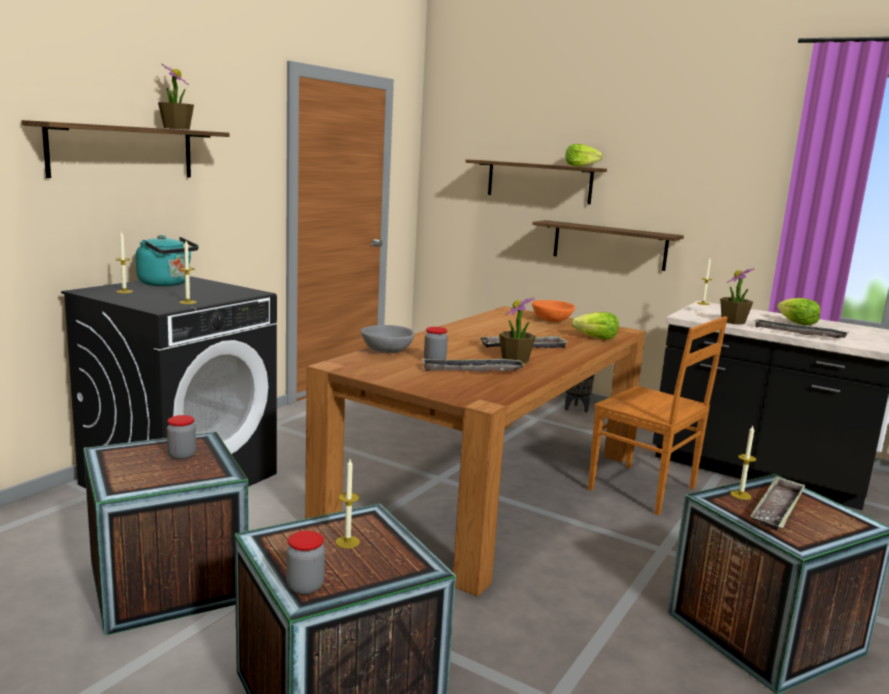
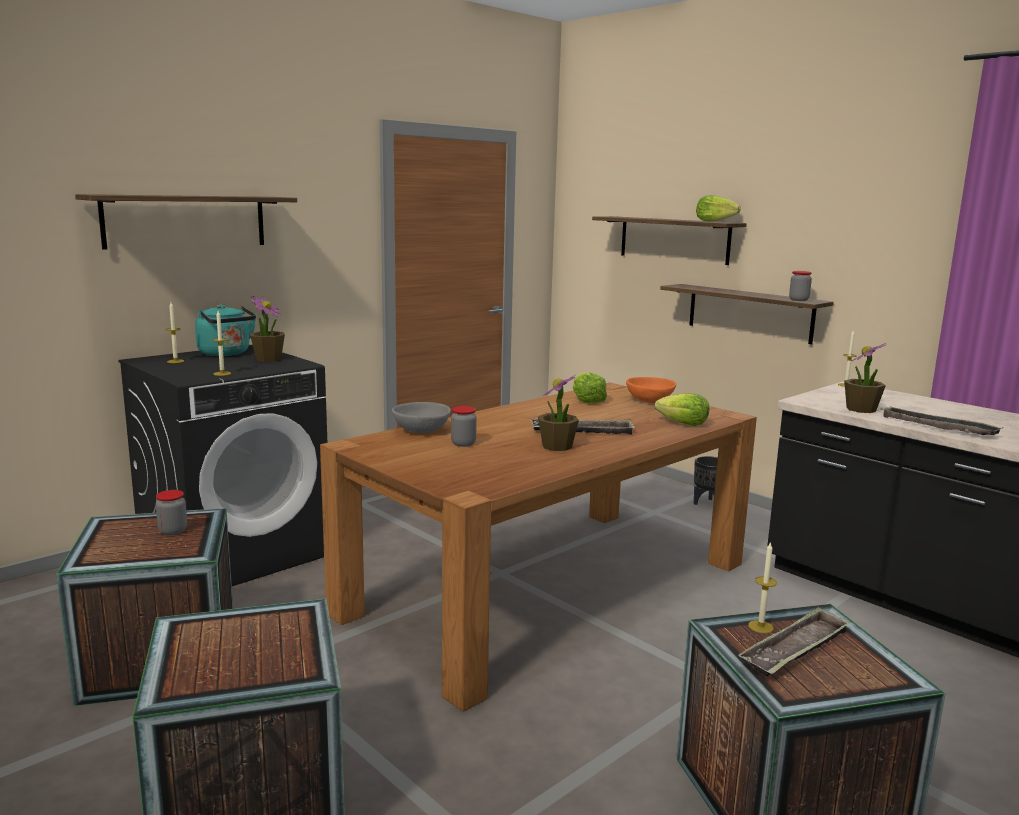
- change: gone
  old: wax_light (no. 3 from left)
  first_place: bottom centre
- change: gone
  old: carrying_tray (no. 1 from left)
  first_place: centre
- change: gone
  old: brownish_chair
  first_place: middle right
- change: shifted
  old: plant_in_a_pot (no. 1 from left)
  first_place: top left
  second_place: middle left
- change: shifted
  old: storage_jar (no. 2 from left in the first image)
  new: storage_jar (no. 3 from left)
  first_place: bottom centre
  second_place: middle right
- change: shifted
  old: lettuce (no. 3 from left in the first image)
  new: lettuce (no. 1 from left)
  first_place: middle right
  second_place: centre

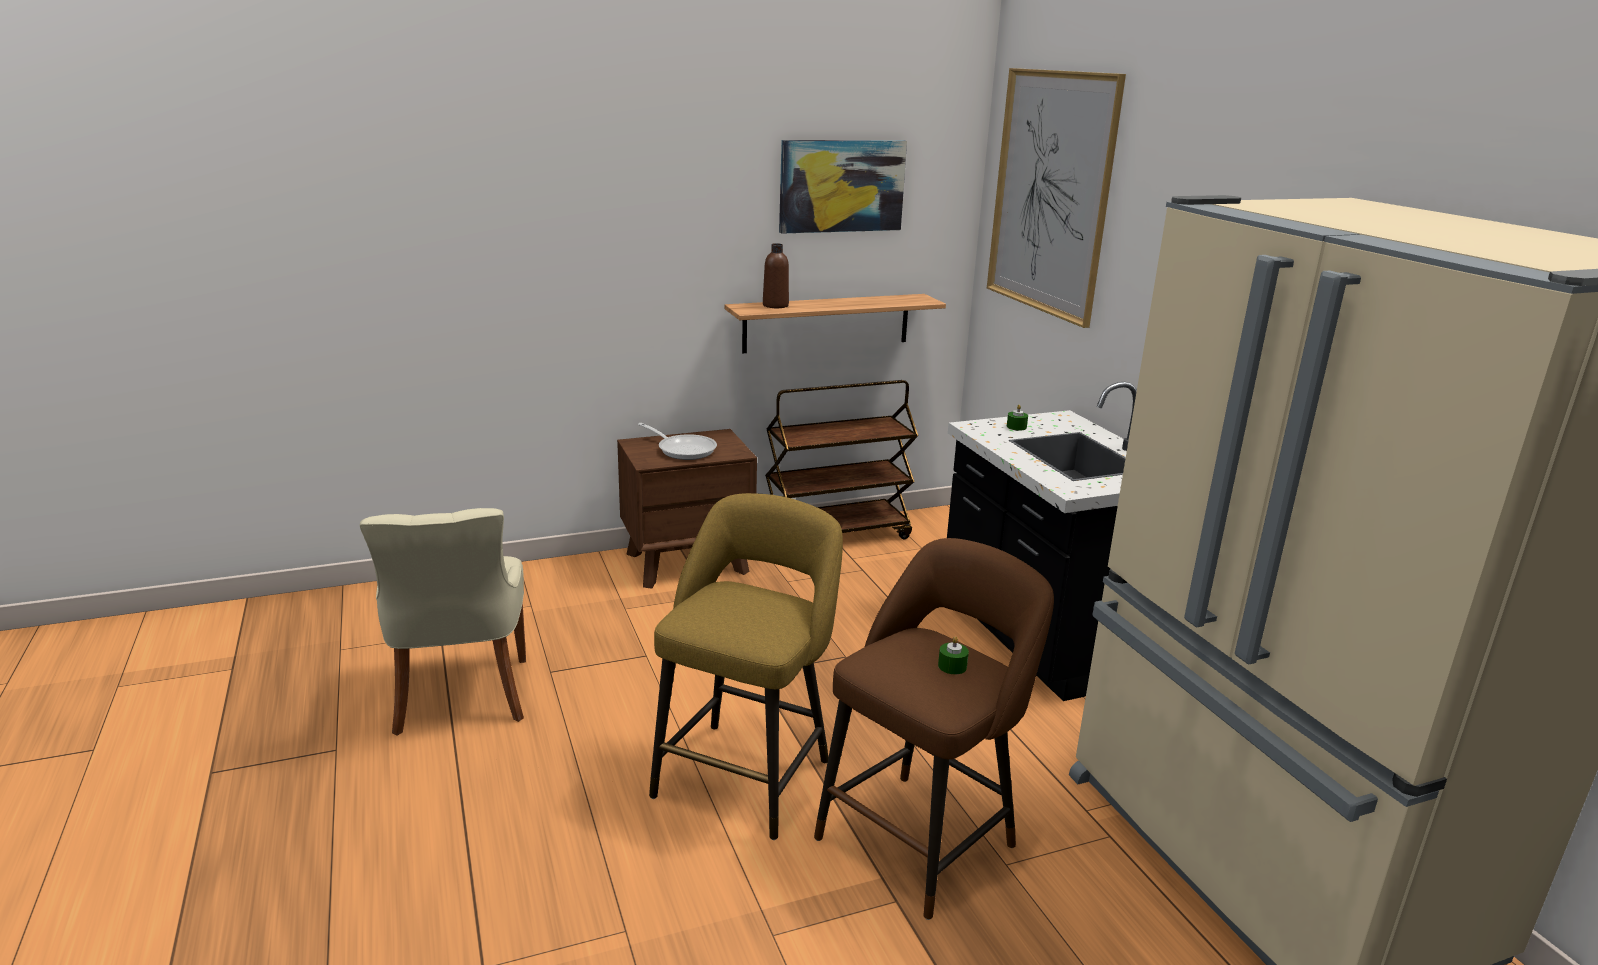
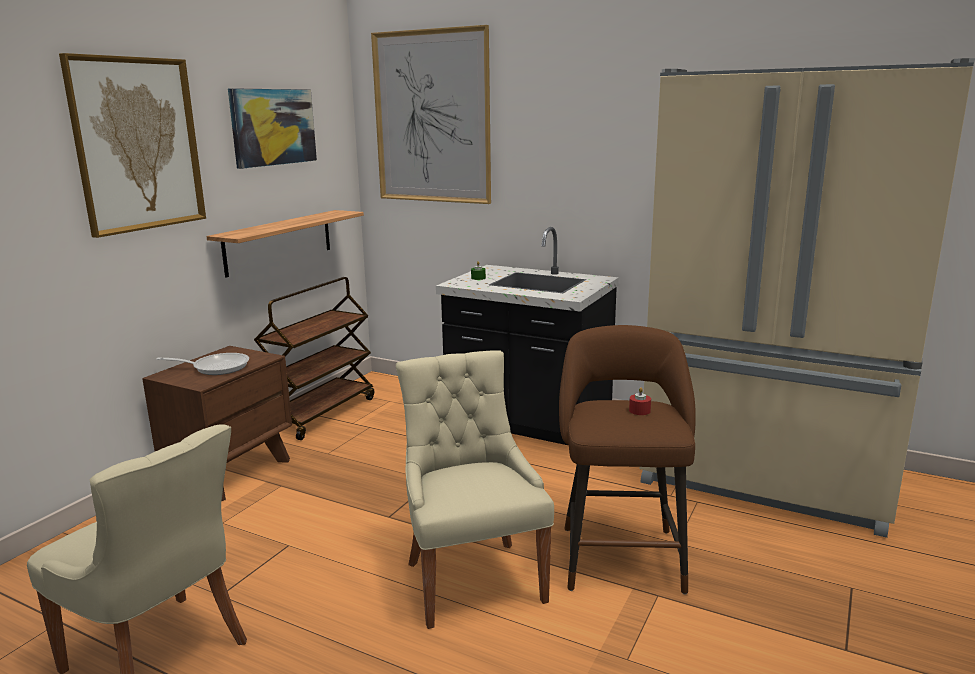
- change: gone
  old: brownish_beverage_bottle
  first_place: top centre
- change: new
  new: wall_picture (no. 1 from left)
  second_place: top left
- change: swapped
  old: yellowish_sitting_stool
  new: beige_chair (no. 2 from left)
  first_place: bottom centre
  second_place: bottom centre
- change: repainted
  old: green-coloured_wax_light (no. 1 from left)
  new: red-coloured_wax_light
  first_place: bottom centre
  second_place: centre

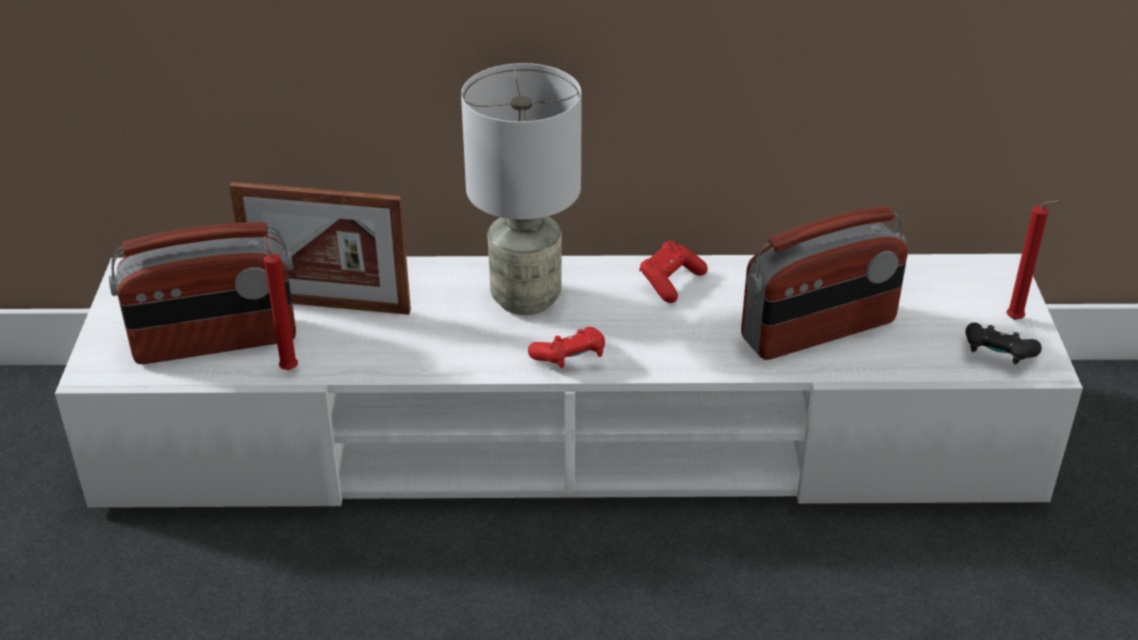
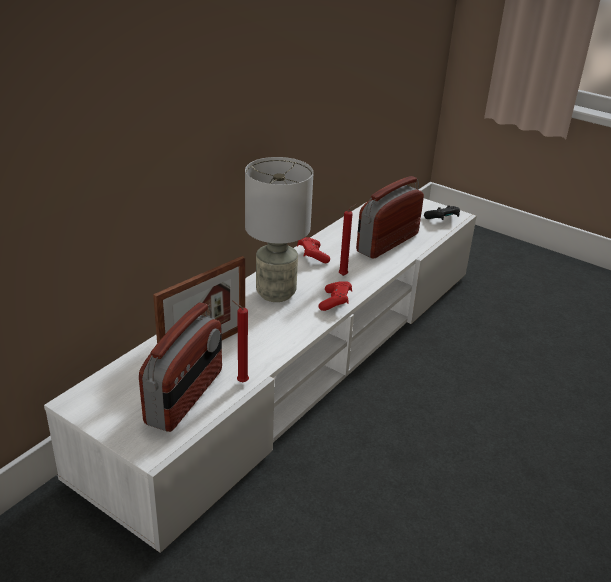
- change: shifted
  old: red-coloured_wax_light (no. 2 from left)
  first_place: middle right
  second_place: centre
- change: rotated
  old: radio_receiver (no. 2 from left)
  first_place: middle right
  second_place: centre
  degrees: -150

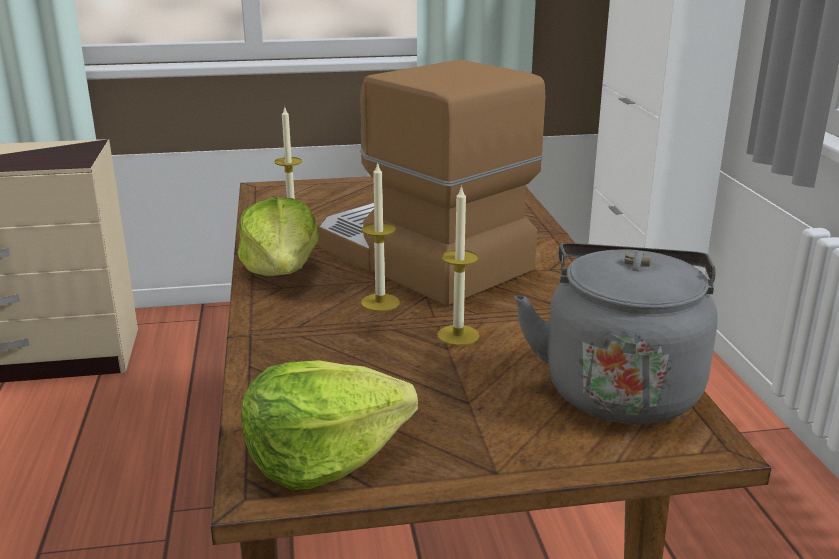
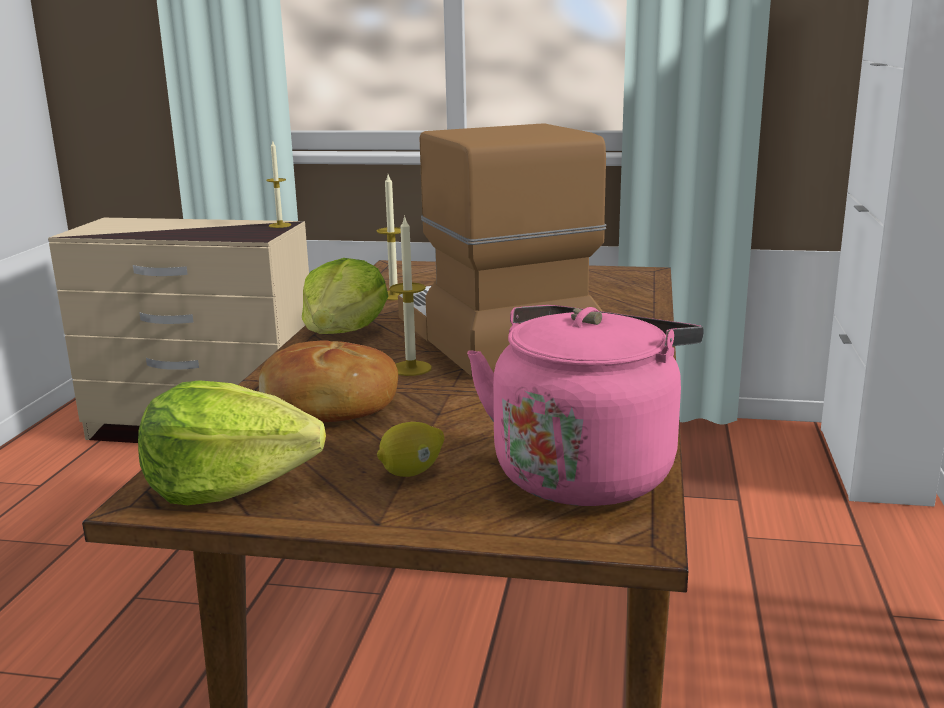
- change: new
  new: baked_bread
  second_place: centre
- change: new
  new: lemon
  second_place: centre
- change: shifted
  old: wax_light (no. 3 from left in the first image)
  new: wax_light (no. 1 from left)
  first_place: centre
  second_place: top left
- change: repainted
  old: greyish_water_kettle
  new: pinkish_water_kettle
  first_place: middle right
  second_place: centre

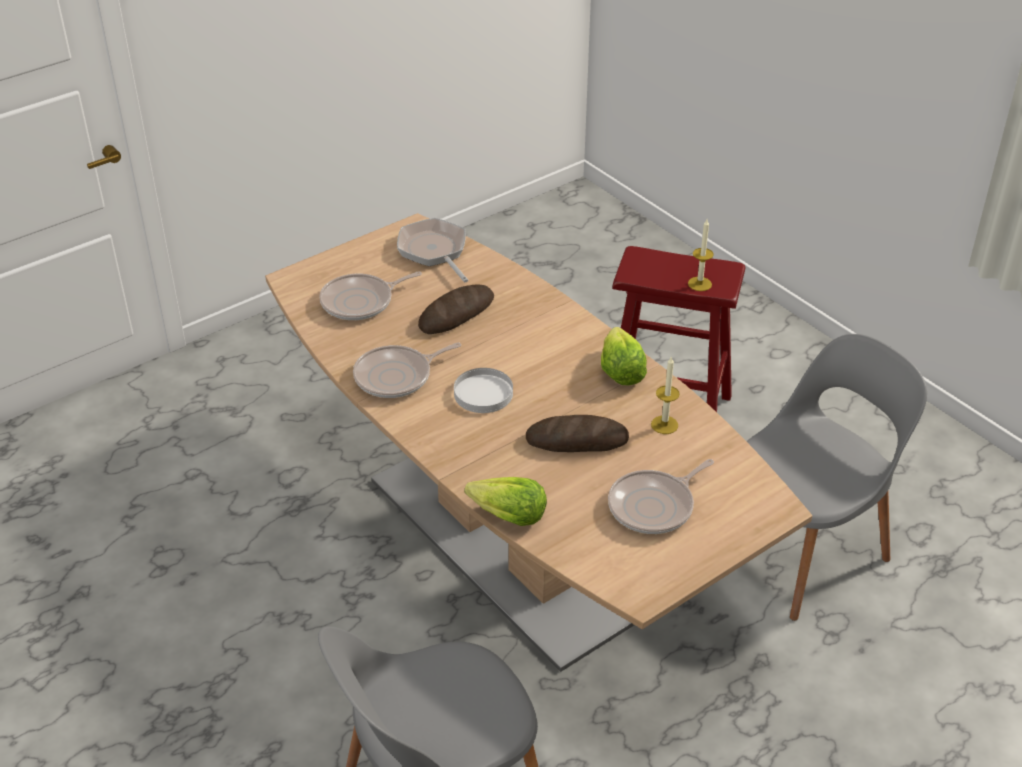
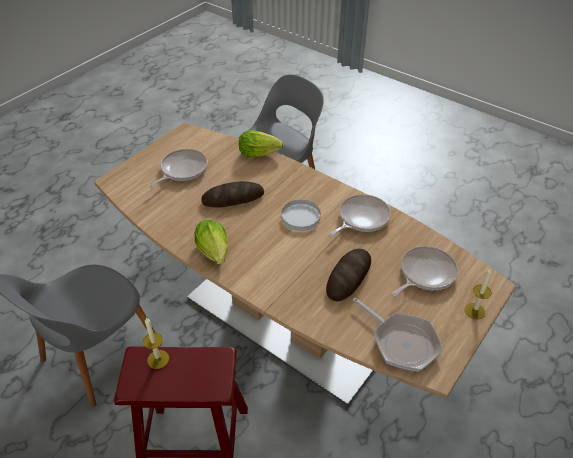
- change: shifted
  old: wax_light (no. 1 from left in the first image)
  new: wax_light (no. 2 from left)
  first_place: centre
  second_place: middle right

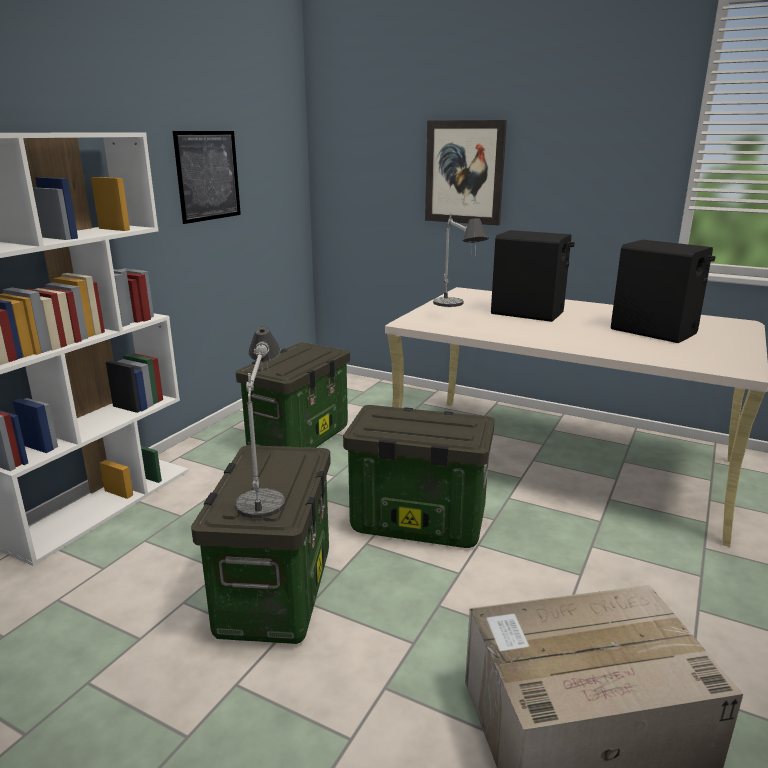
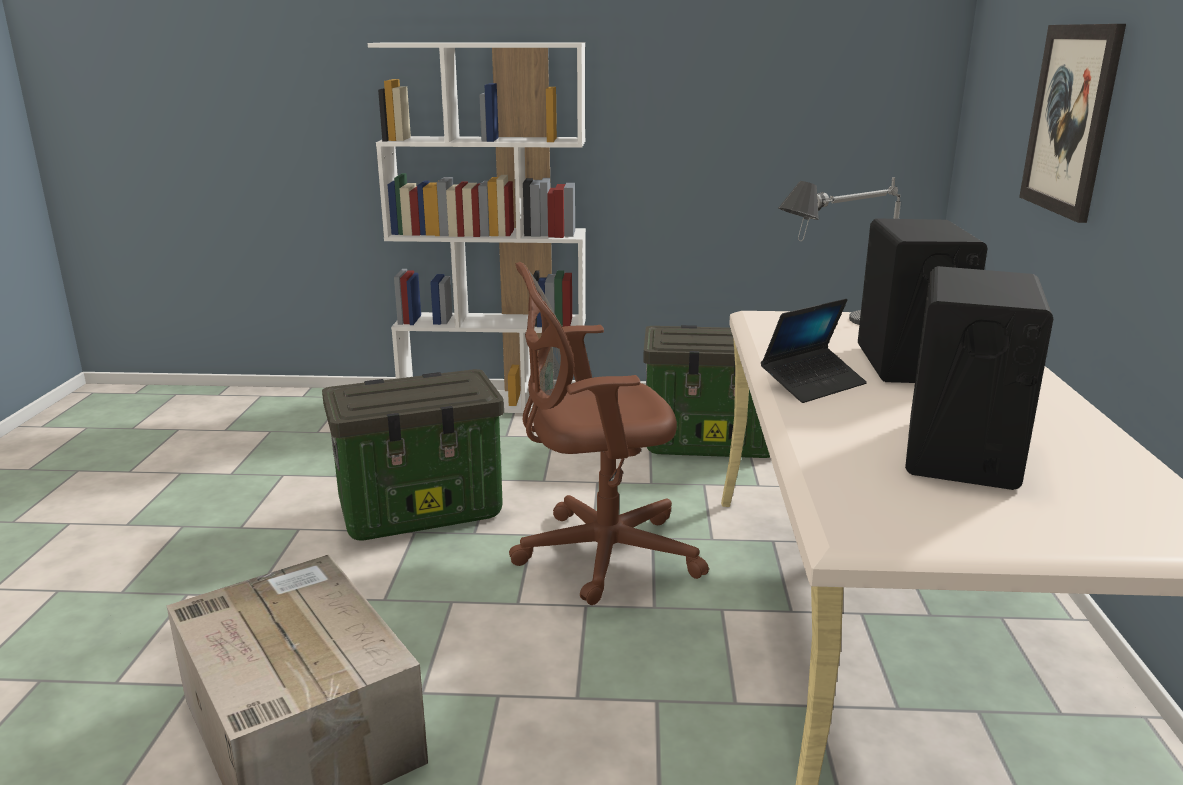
- change: gone
  old: wall_picture (no. 1 from left)
  first_place: top left
- change: gone
  old: lamp_for_a_table (no. 1 from left)
  first_place: centre
- change: new
  new: laptop
  second_place: middle right
- change: swapped
  old: storage_container (no. 3 from left)
  new: brownish_desk_chair
  first_place: centre
  second_place: centre

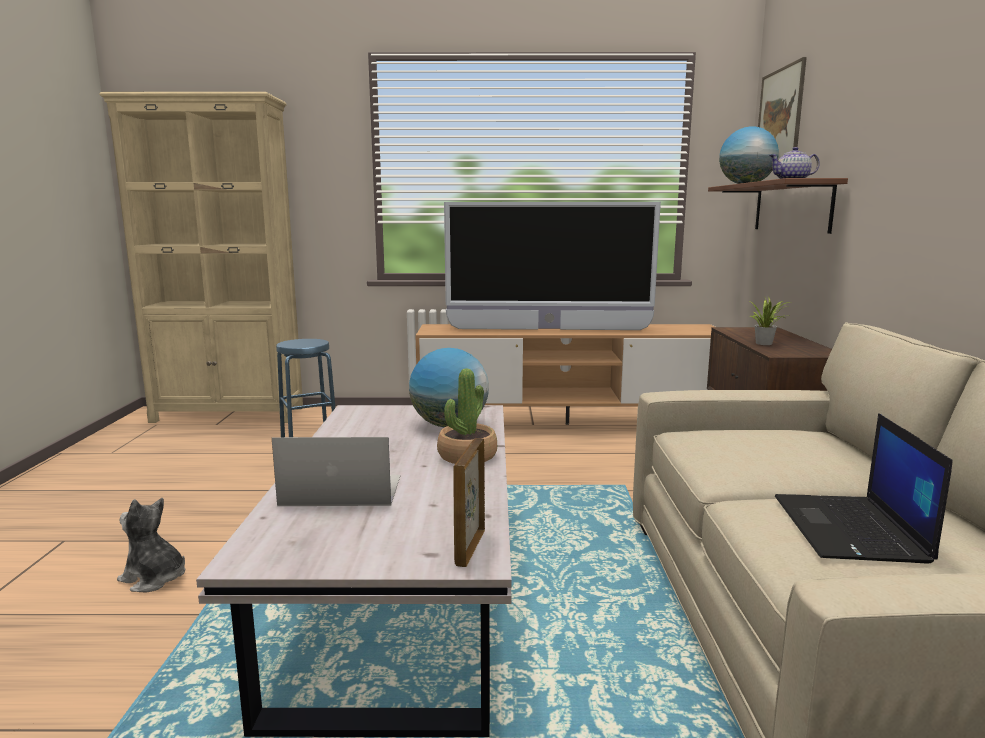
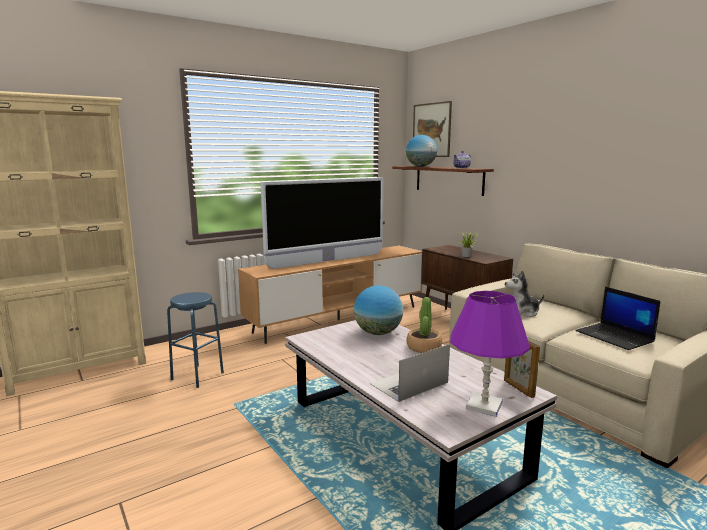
- change: new
  new: purple-coloured_lamp_for_a_table
  second_place: bottom right
- change: shifted
  old: plush_toy
  first_place: bottom left
  second_place: middle right

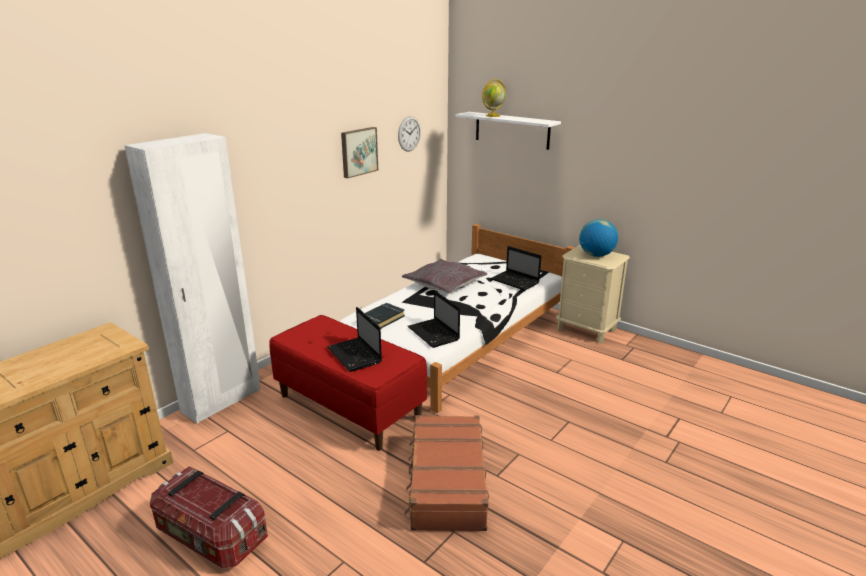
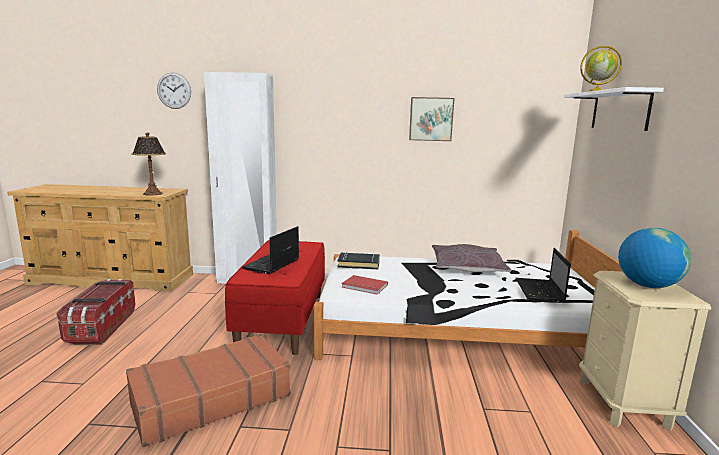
- change: new
  new: lamp_for_a_table
  second_place: middle left
- change: shifted
  old: hanging_clock
  first_place: top centre
  second_place: top left
- change: swapped
  old: laptop (no. 2 from left)
  new: red-coloured_volume
  first_place: centre
  second_place: centre

